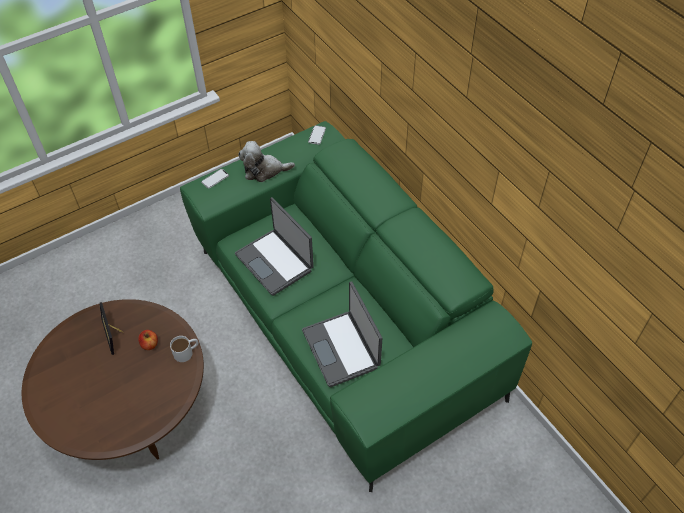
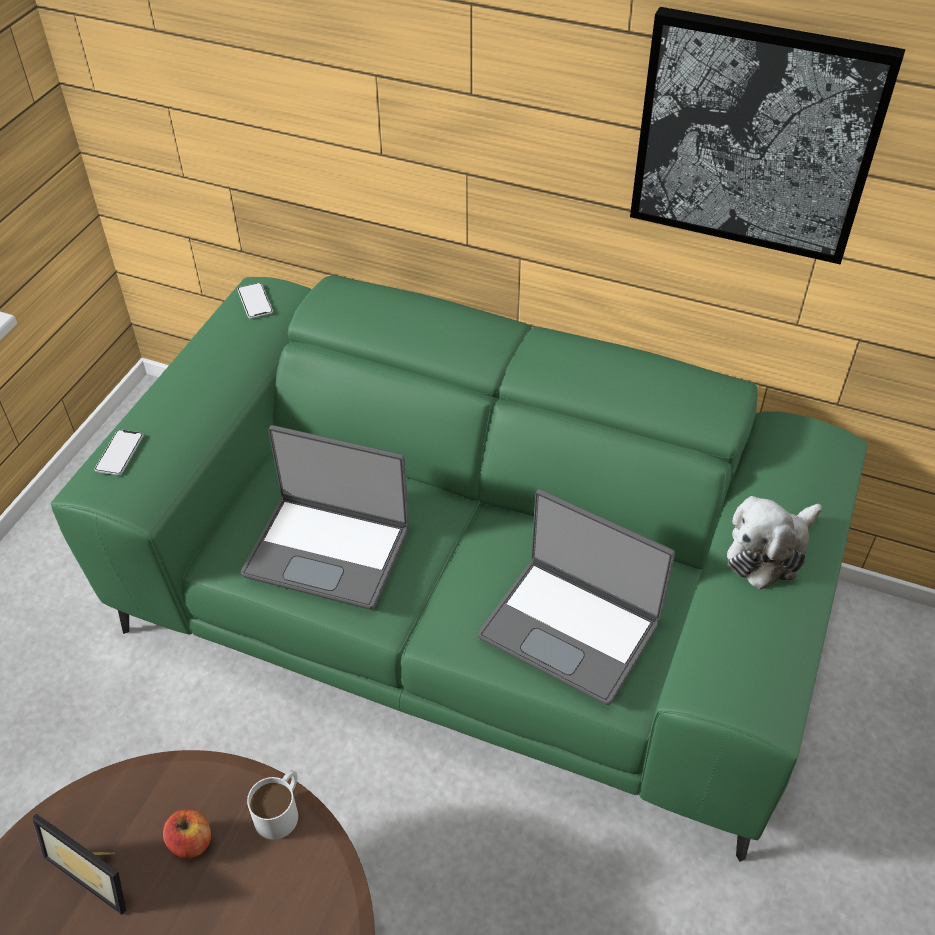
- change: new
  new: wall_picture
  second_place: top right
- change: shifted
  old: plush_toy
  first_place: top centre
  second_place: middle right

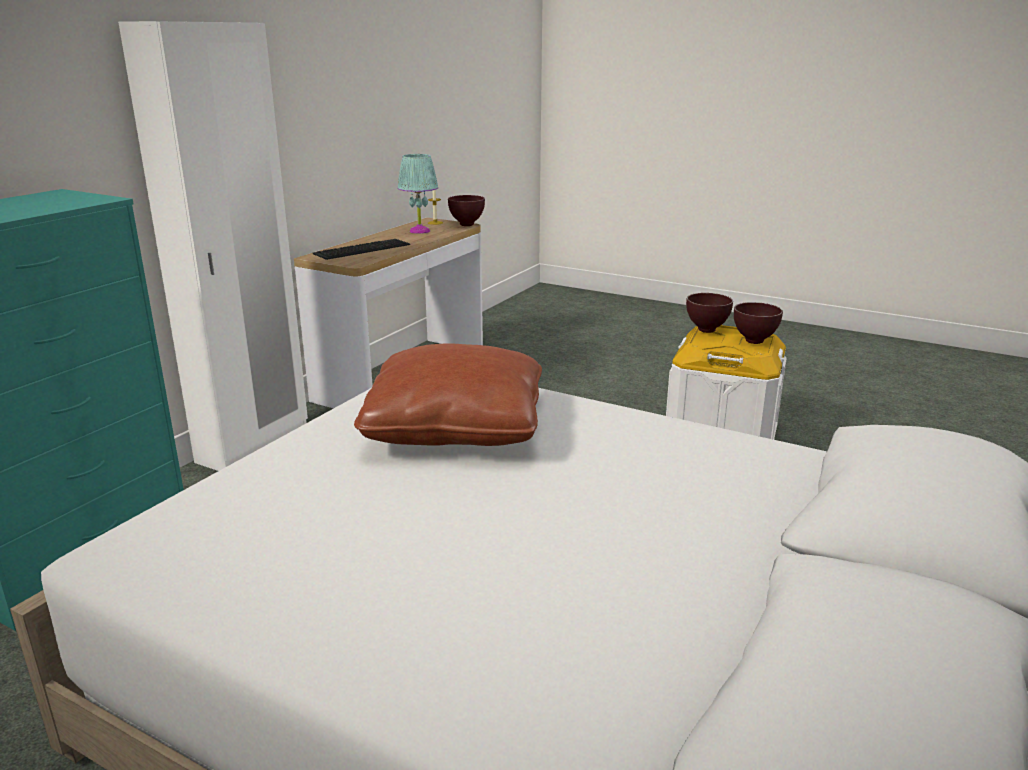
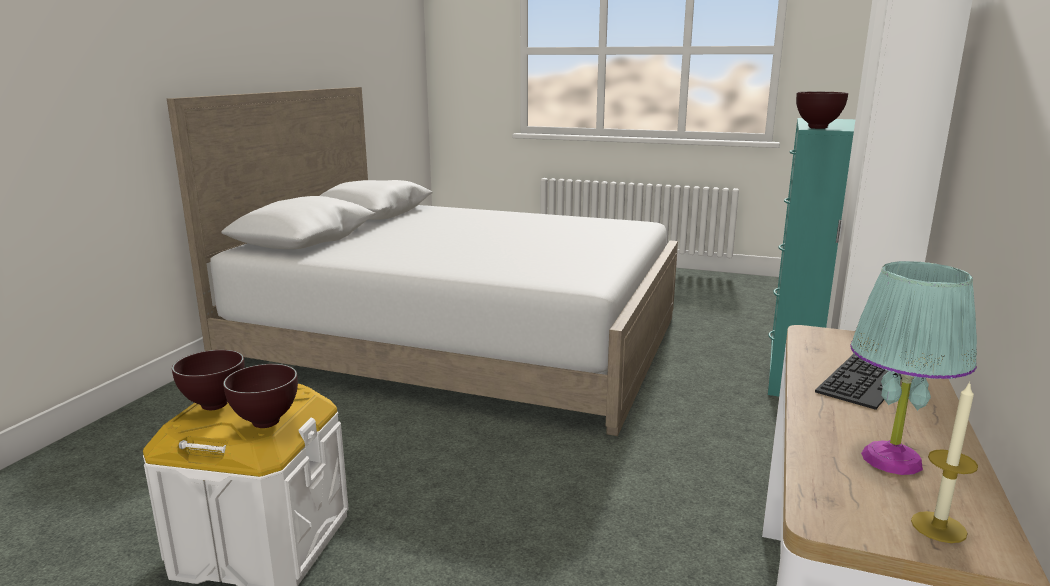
- change: gone
  old: brownish_pillow
  first_place: centre
- change: shifted
  old: brownish_deep_dish (no. 1 from left in the first image)
  new: brownish_deep_dish (no. 3 from left)
  first_place: top centre
  second_place: top right

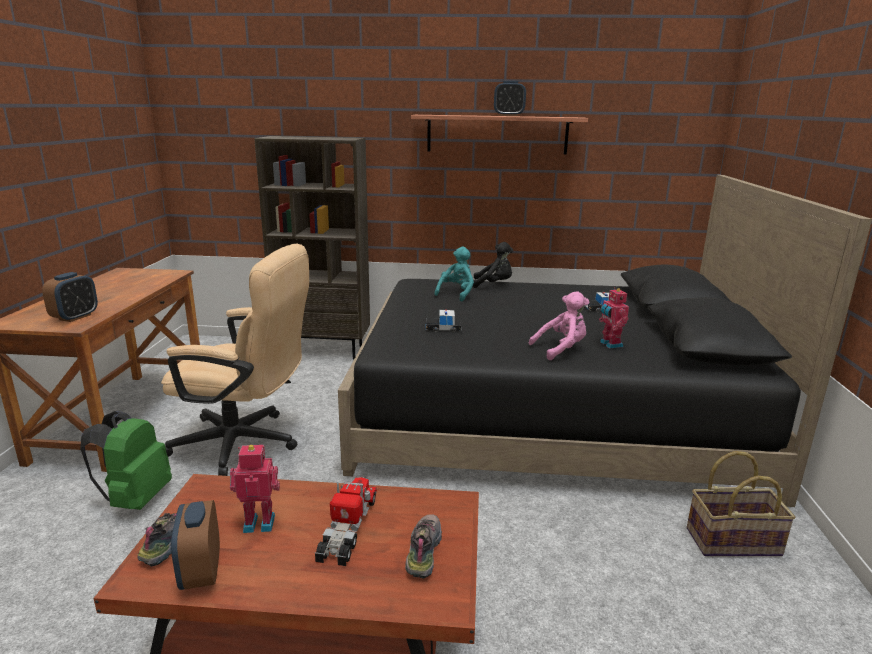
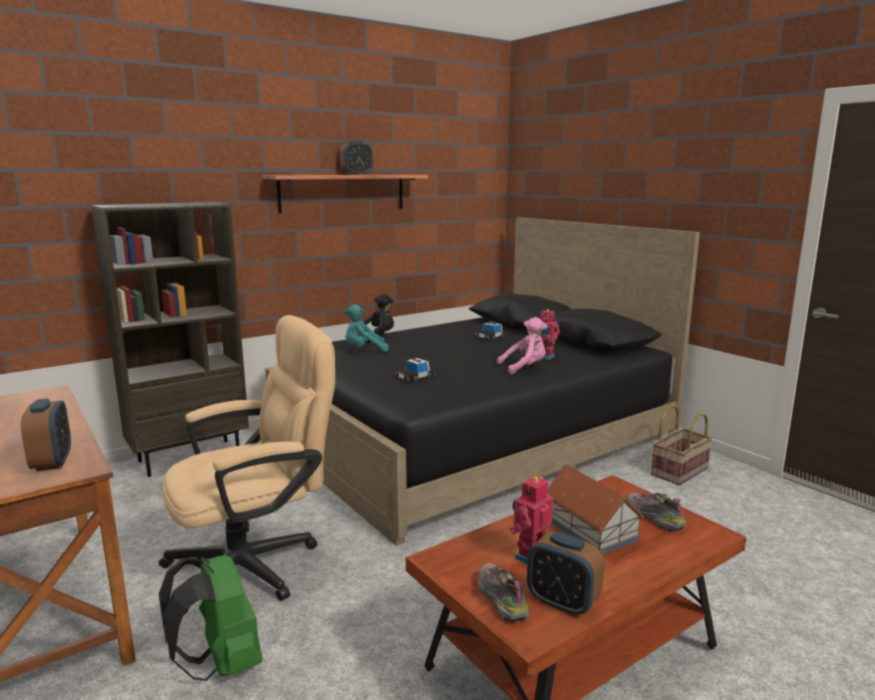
- change: swapped
  old: toy_truck
  new: miniature_house
  first_place: bottom centre
  second_place: bottom right
- change: rotated
  old: turquoise_plush_toy
  first_place: centre
  second_place: centre
  degrees: -90
- change: rotated
  old: pinkish_plush_toy
  first_place: centre
  second_place: centre
  degrees: 45

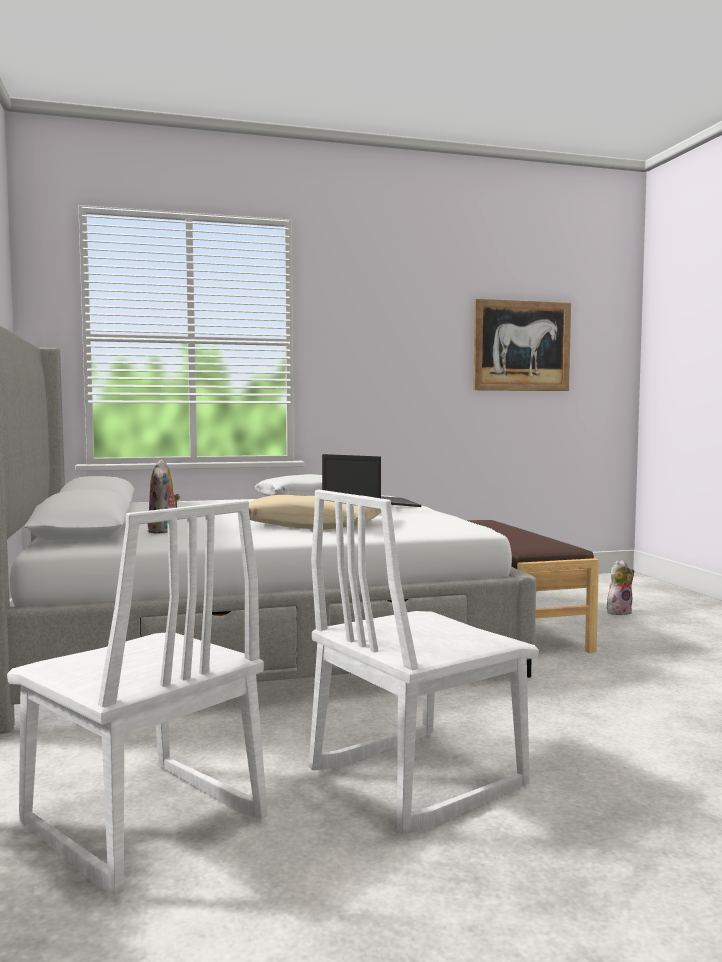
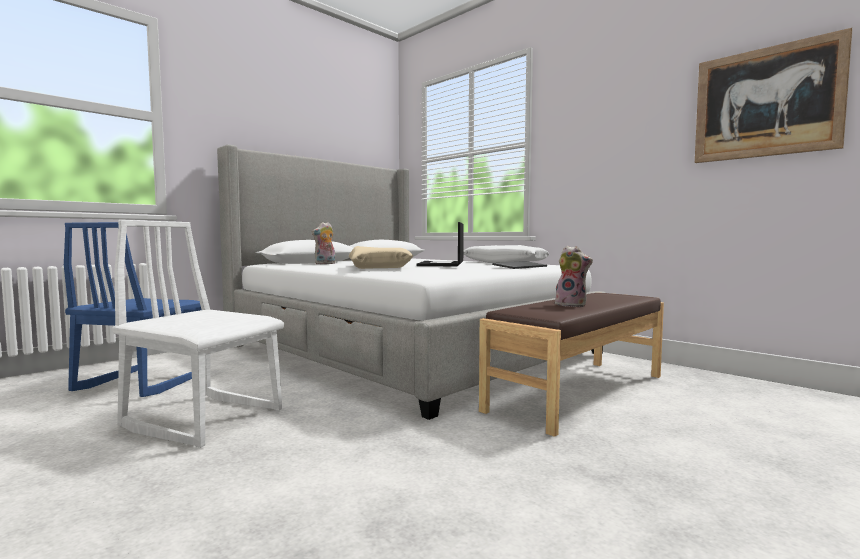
- change: shifted
  old: plush_toy (no. 2 from left)
  first_place: middle right
  second_place: centre
- change: repainted
  old: whitish_chair (no. 1 from left)
  new: blue_chair
  first_place: bottom left
  second_place: middle left

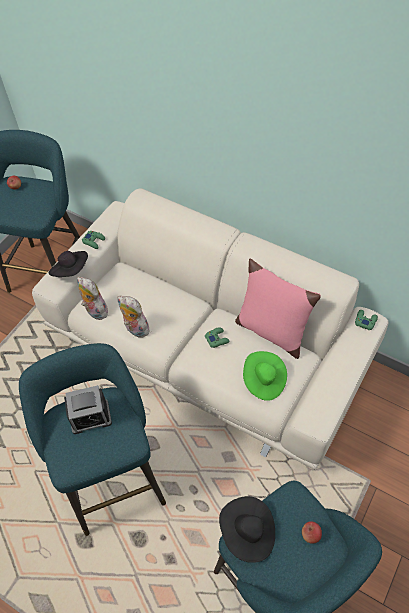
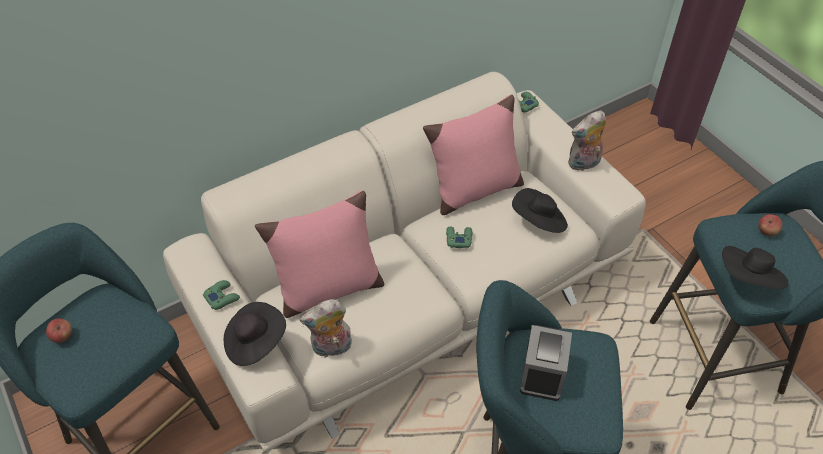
- change: new
  new: pinkish_pillow (no. 1 from left)
  second_place: centre
- change: shifted
  old: plush_toy (no. 2 from left)
  first_place: middle left
  second_place: top right
- change: repainted
  old: green-coloured_clothing_hat
  new: black_clothing_hat (no. 2 from left)
  first_place: centre
  second_place: centre

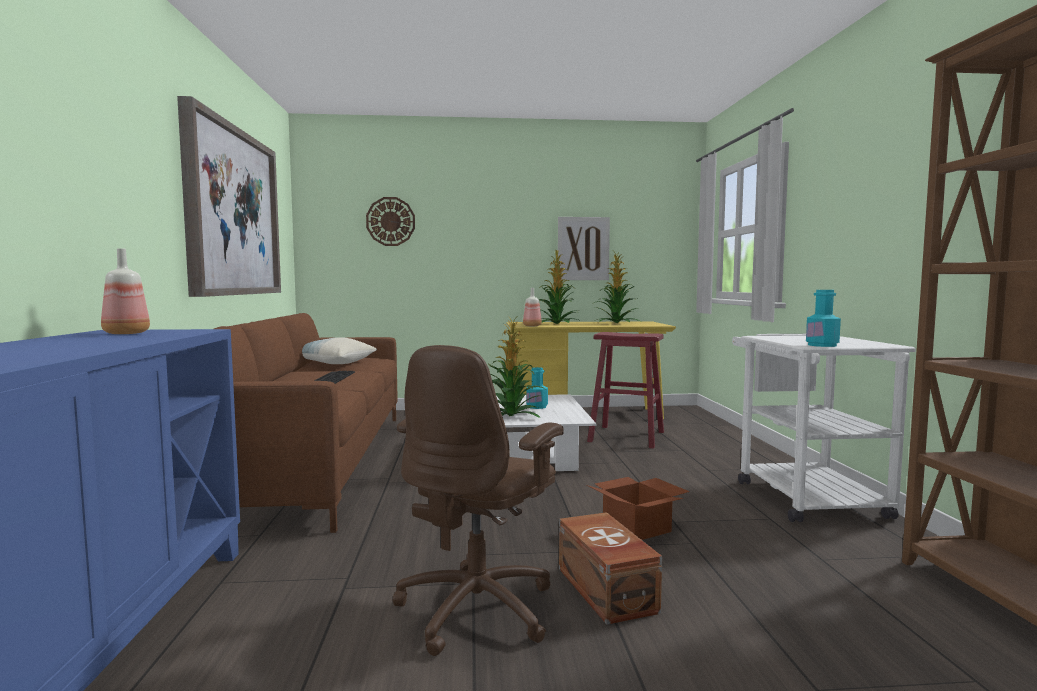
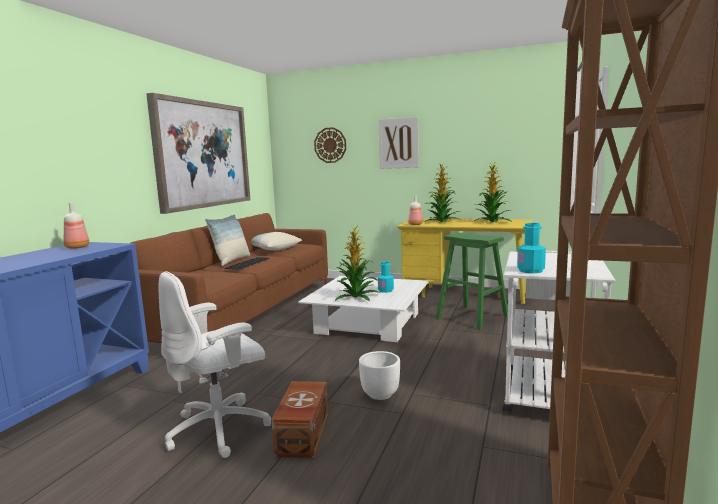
- change: new
  new: pillow (no. 1 from left)
  second_place: middle left
- change: shifted
  old: wall_picture (no. 2 from left)
  first_place: centre
  second_place: top centre
- change: swapped
  old: carton
  new: whitish_planter
  first_place: bottom centre
  second_place: bottom centre
- change: repainted
  old: brownish_desk_chair
  new: whitish_desk_chair
  first_place: bottom centre
  second_place: bottom left
- change: repainted
  old: red-coloured_sitting_stool
  new: green-coloured_sitting_stool
  first_place: centre
  second_place: centre

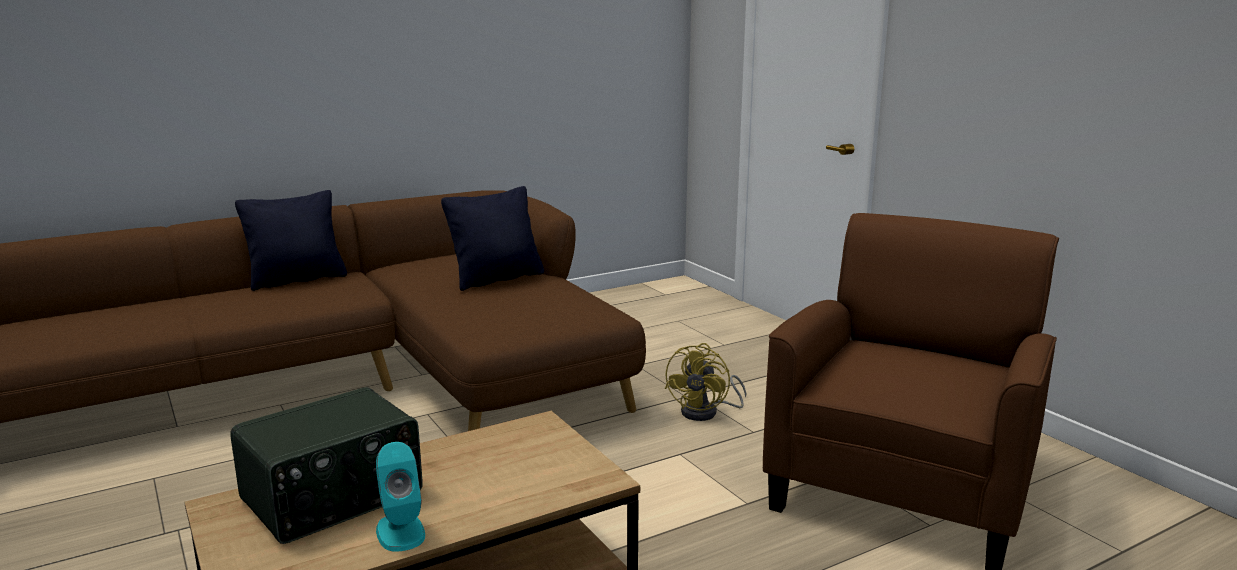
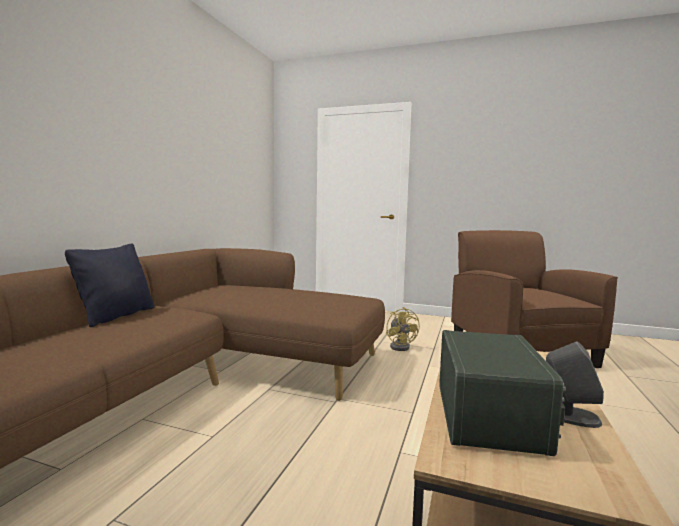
- change: gone
  old: black_pillow (no. 2 from left)
  first_place: centre
- change: repainted
  old: turquoise_speaker
  new: greyish_speaker
  first_place: bottom left
  second_place: bottom right

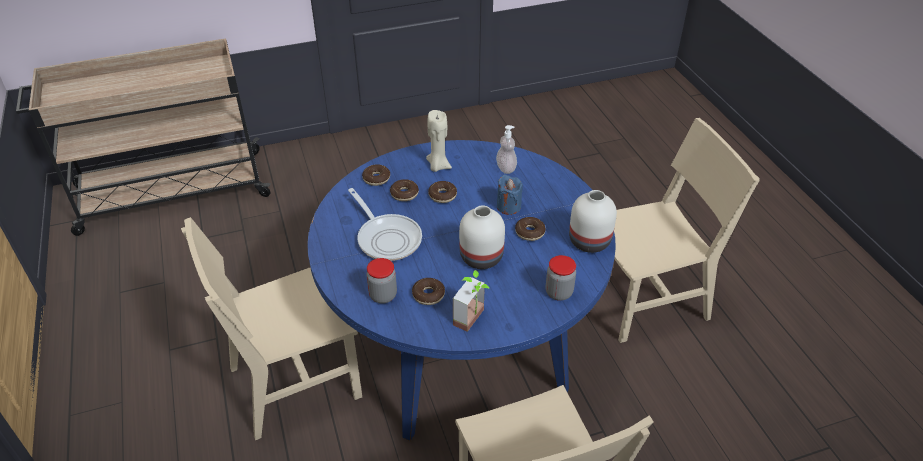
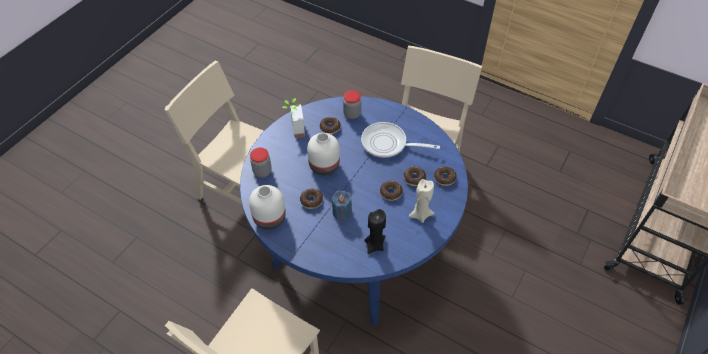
- change: swapped
  old: soap_dispenser
  new: black_wax_light
  first_place: top centre
  second_place: centre

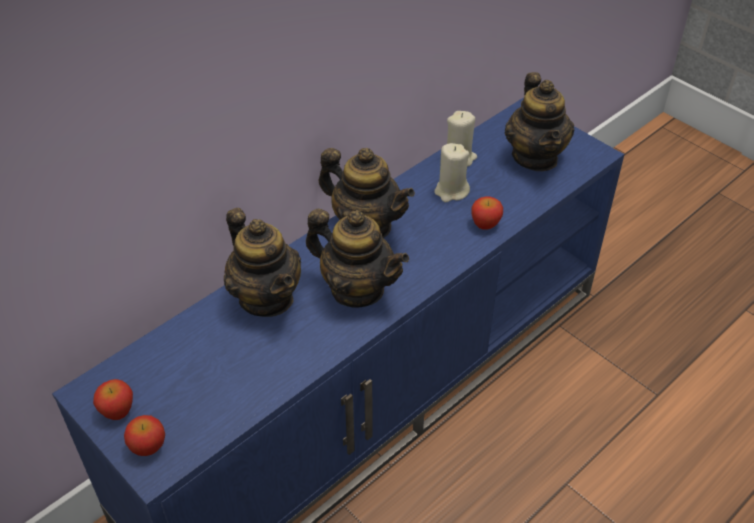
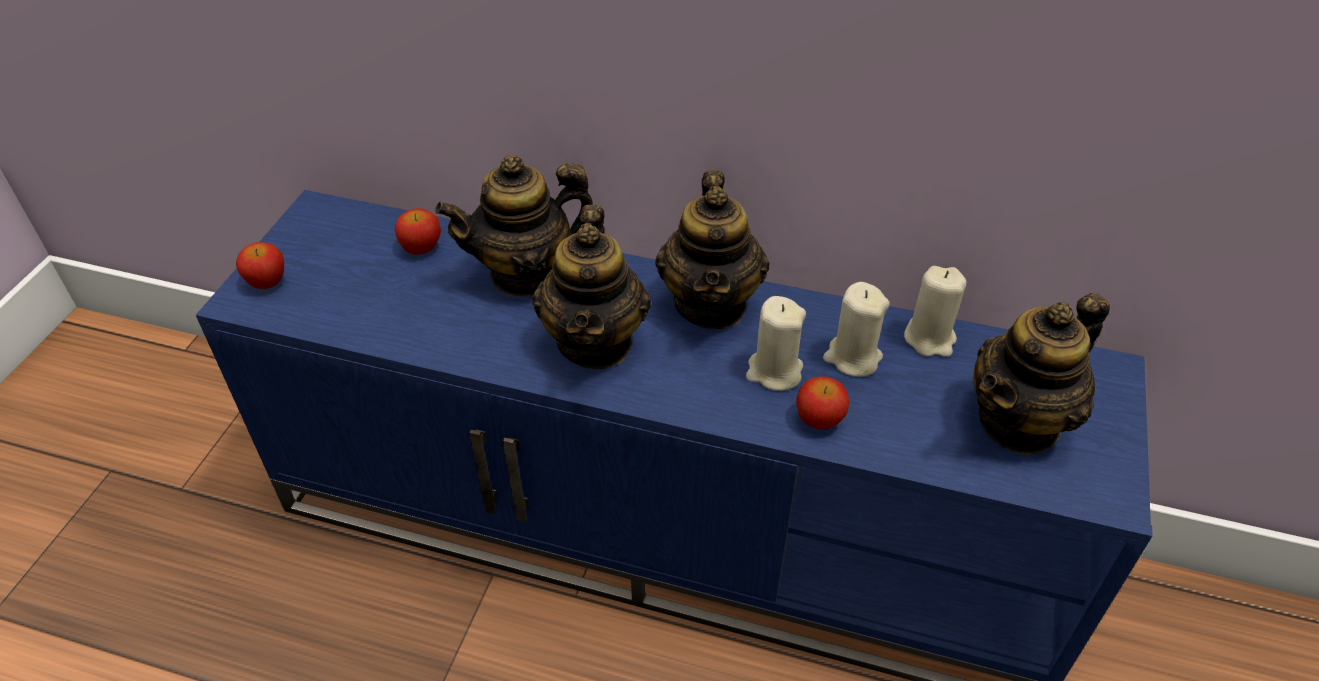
- change: new
  new: beige_wax_light (no. 1 from left)
  second_place: centre
- change: shifted
  old: apple (no. 1 from left in the first image)
  new: apple (no. 2 from left)
  first_place: bottom left
  second_place: middle left
- change: rotated
  old: teapot (no. 1 from left)
  first_place: centre
  second_place: top centre
  degrees: 45

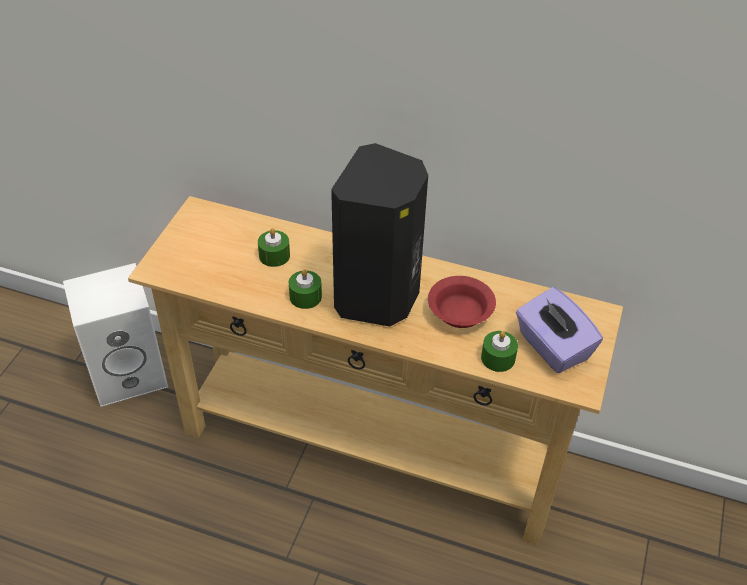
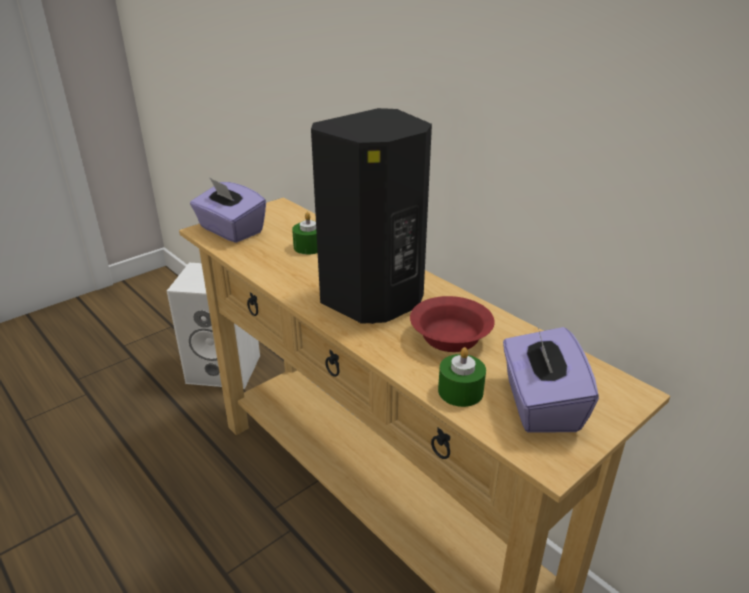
- change: gone
  old: green-coloured_wax_light (no. 2 from left)
  first_place: centre
- change: new
  new: purple-coloured_box_of_tissues (no. 1 from left)
  second_place: middle left

